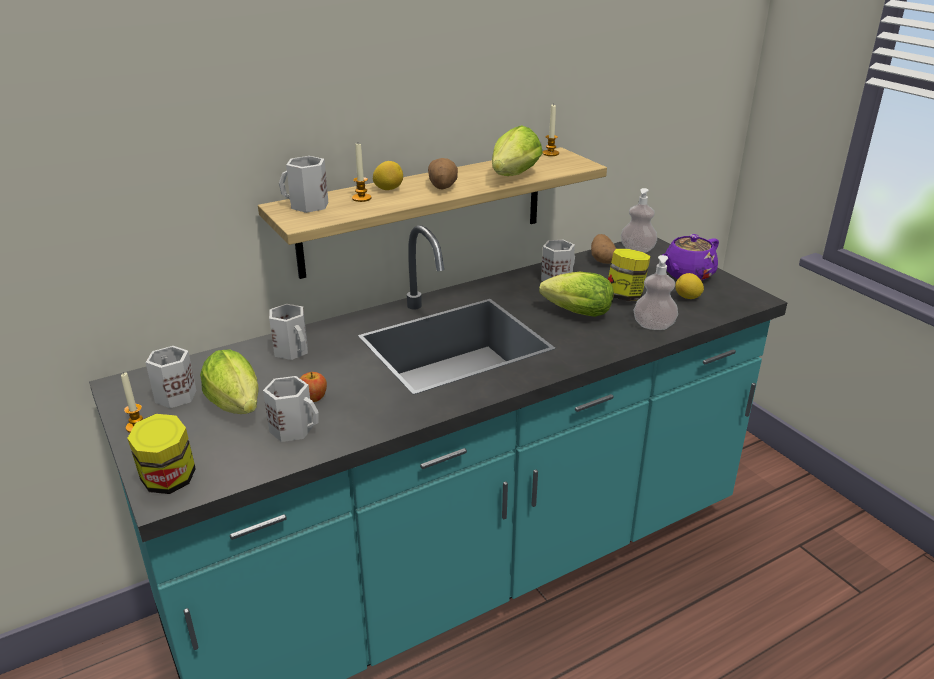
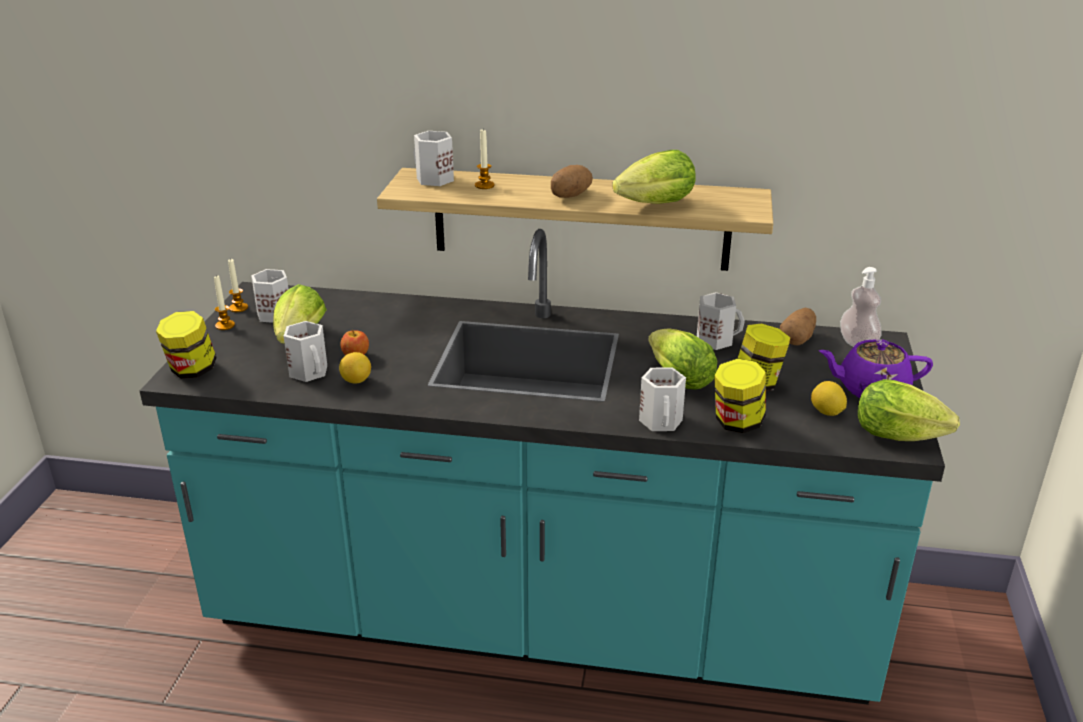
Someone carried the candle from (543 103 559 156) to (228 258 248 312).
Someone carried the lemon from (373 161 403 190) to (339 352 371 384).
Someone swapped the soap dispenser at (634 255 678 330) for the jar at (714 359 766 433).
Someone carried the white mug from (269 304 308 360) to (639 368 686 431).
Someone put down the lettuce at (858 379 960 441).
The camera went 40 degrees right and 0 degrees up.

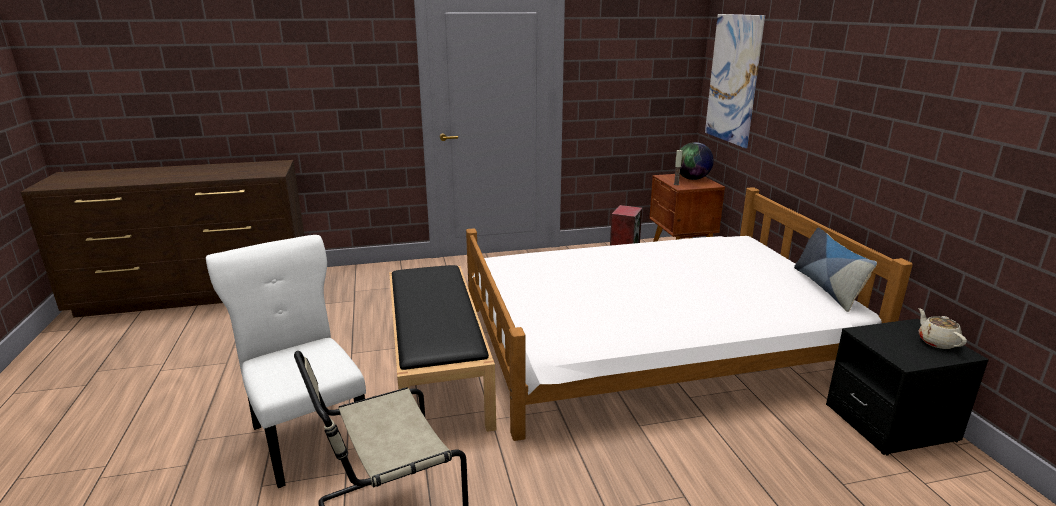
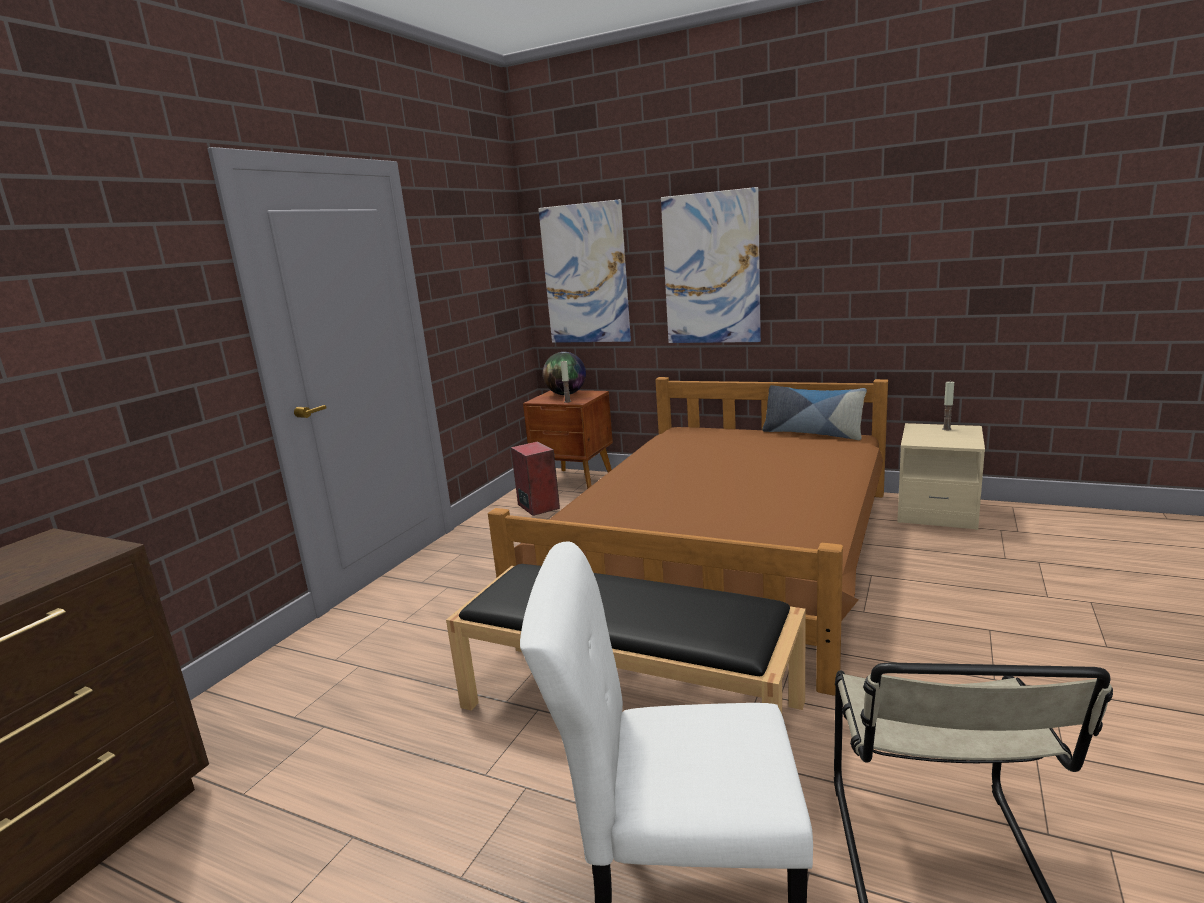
Someone repainted the white bed at (466 187 913 441), which became the brown bed at (488 377 888 696).
Someone swapped the beige teapot at (918 308 967 349) for the candle at (942 381 954 430).
Someone repainted the black nightstand at (826 319 989 456), which became the beige nightstand at (897 423 985 530).
Someone put up the picture at (661 187 761 343).
The camera went 50 degrees left and 5 degrees down.

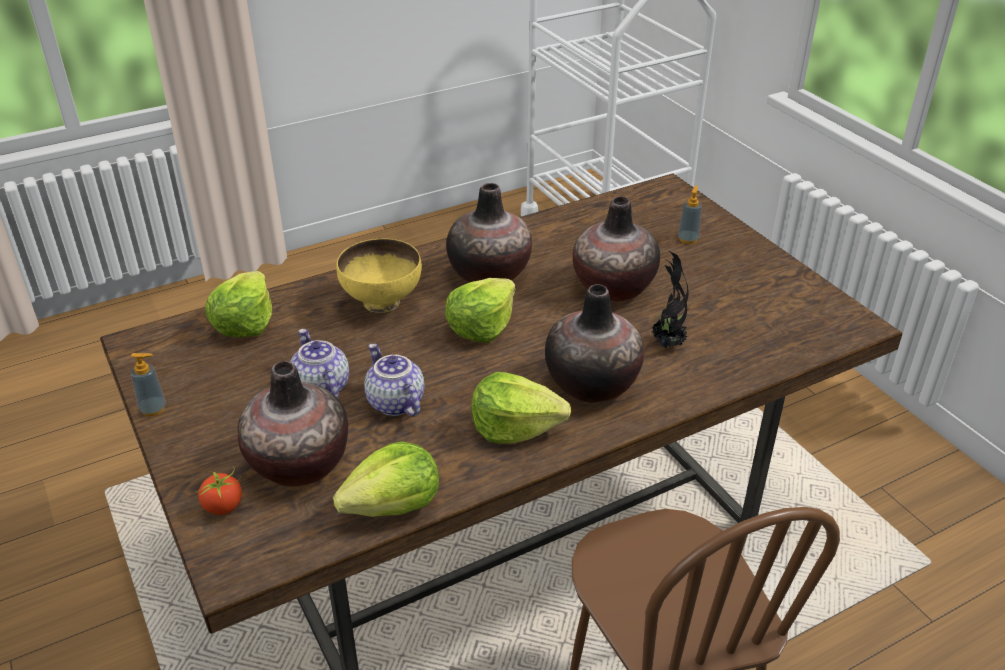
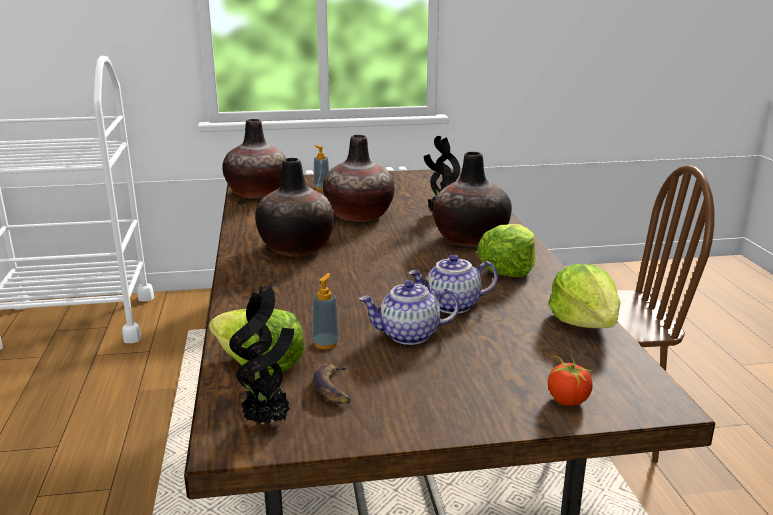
Someone took away the yellow bowl at (336 239 422 313).
Someone took away the lettuce at (445 278 515 343).
Someone carried the soap dispenser from (130 353 166 416) to (312 273 340 349).
Someone carried the vase from (238 361 348 487) to (222 119 286 199).
Someone put down the potted plant at (229 286 294 425).
Someone put down the banana at (313 364 351 404).
The camera went 70 degrees left and 15 degrees down.

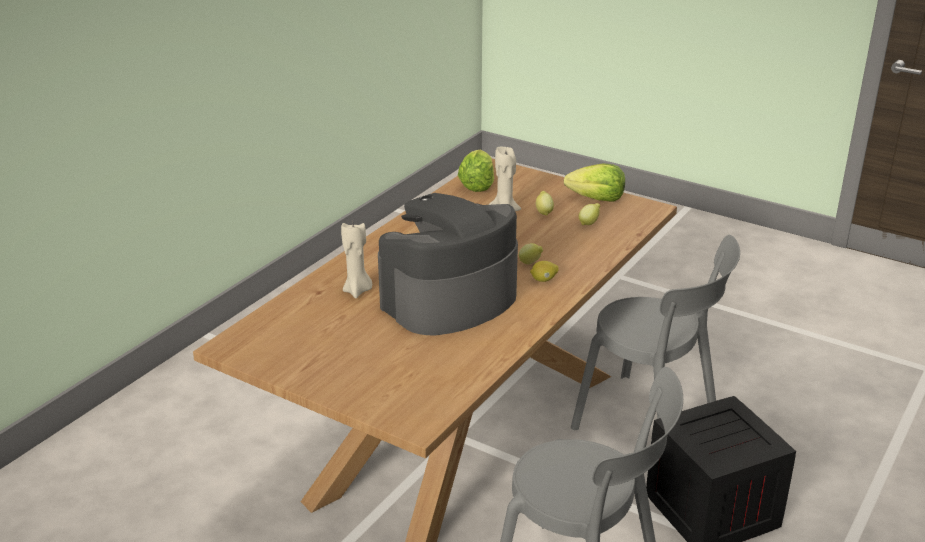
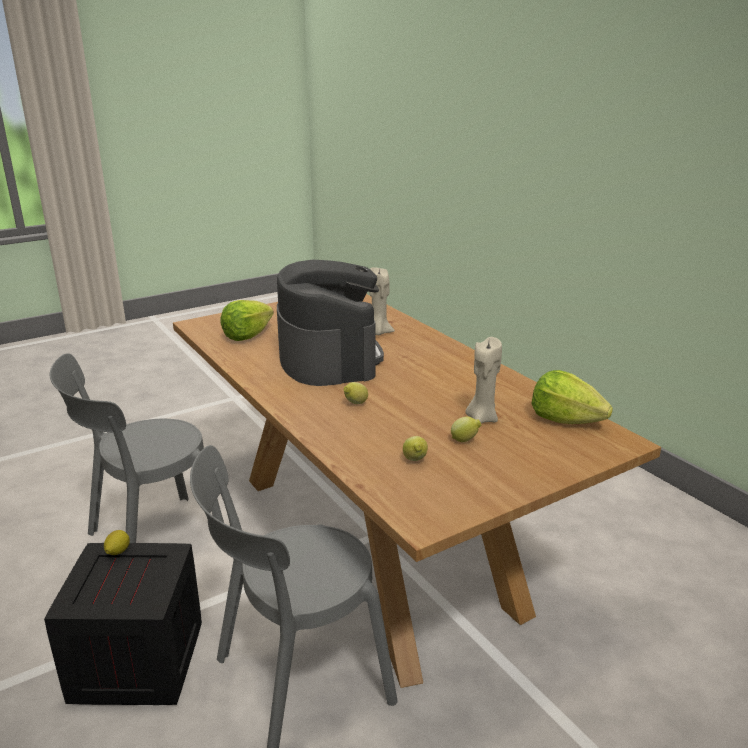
Someone carried the lettuce from (564 164 625 202) to (220 300 274 341).
Someone carried the lemon from (530 261 559 282) to (104 530 130 555).
The camera went 115 degrees right and 5 degrees down.

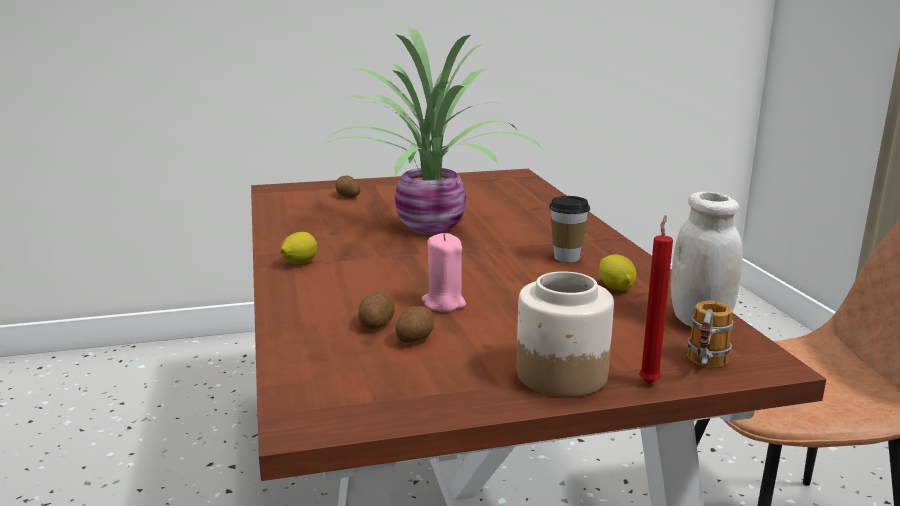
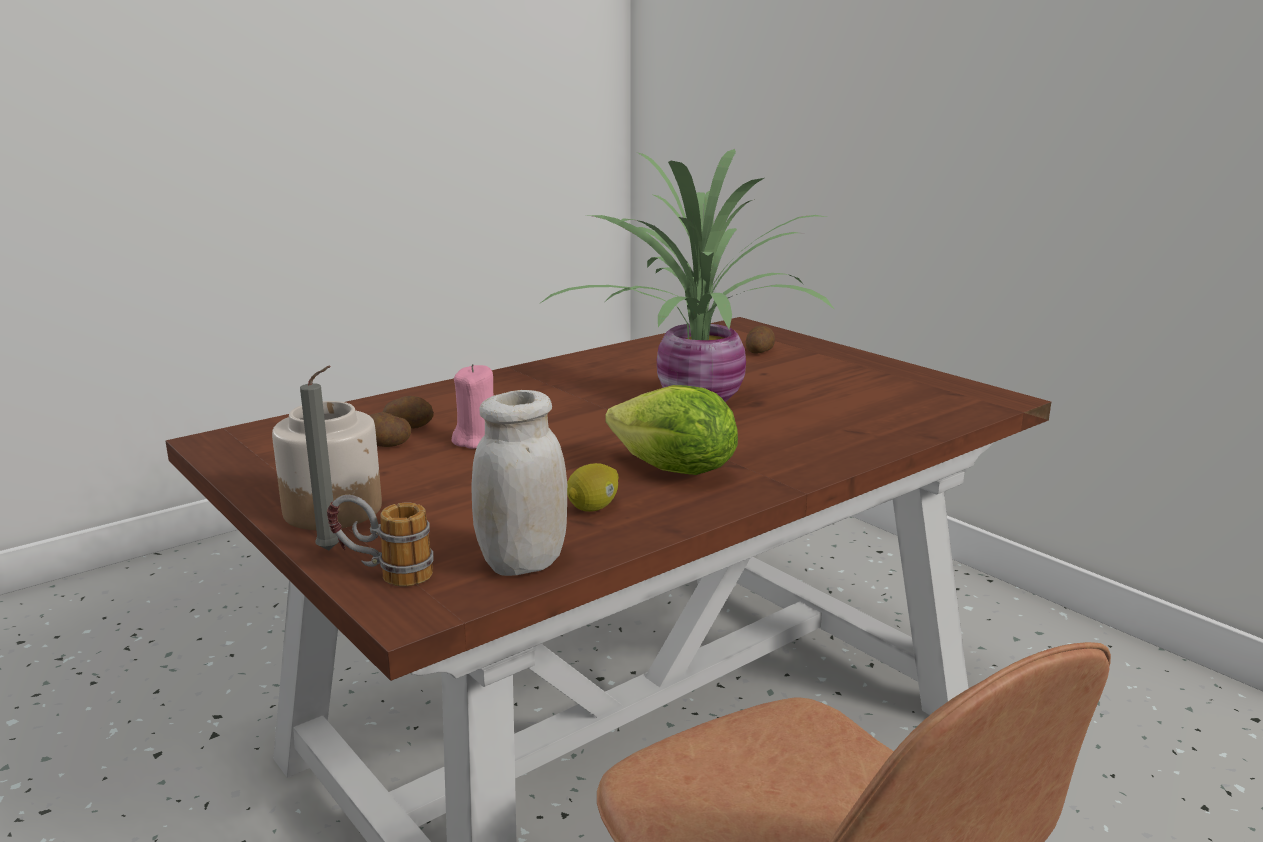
Someone swapped the cup at (549 196 590 262) for the lettuce at (605 385 738 475).
Someone repainted the red candle at (639 215 673 384), which became the grey candle at (300 366 339 550).
Someone took away the lemon at (280 232 317 264).
The camera went 65 degrees right and 0 degrees up.

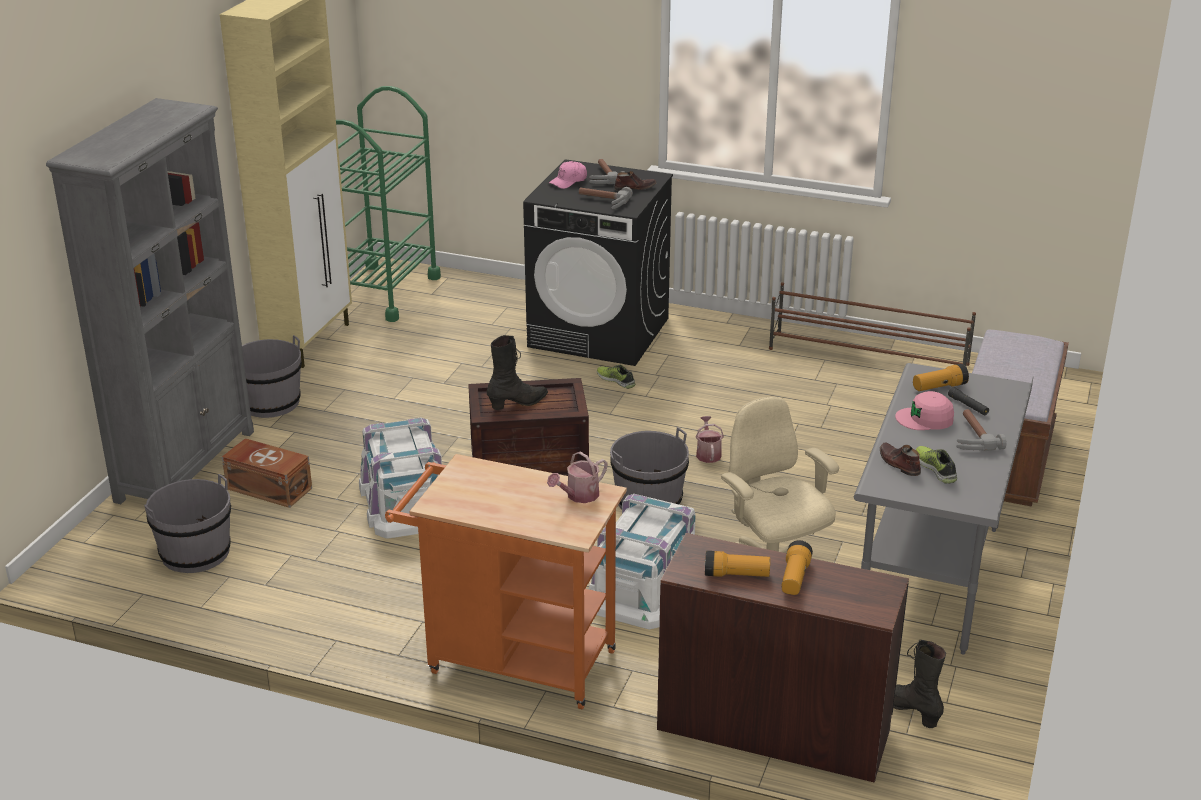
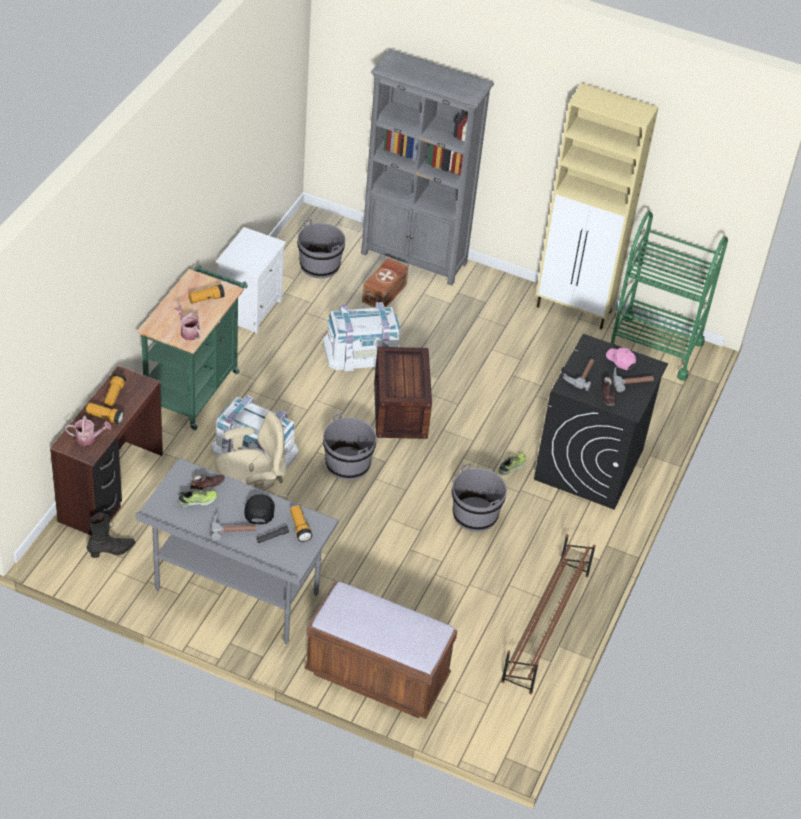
Someone carried the grey bucket from (242 335 302 418) to (452 463 507 532).
Someone took away the black boot at (487 335 548 410).
Someone repainted the pink cap at (895 391 954 430), which became the black cap at (244 494 275 524).
Someone carried the watering can from (696 416 724 463) to (65 415 111 446).
Someone repainted the orange cart at (385 454 627 709), which became the green cart at (137 265 248 430).
Someone put down the white nightstand at (216 227 286 334).
Someone put down the flashlight at (189 284 225 303).
The camera went 90 degrees right and 15 degrees up.

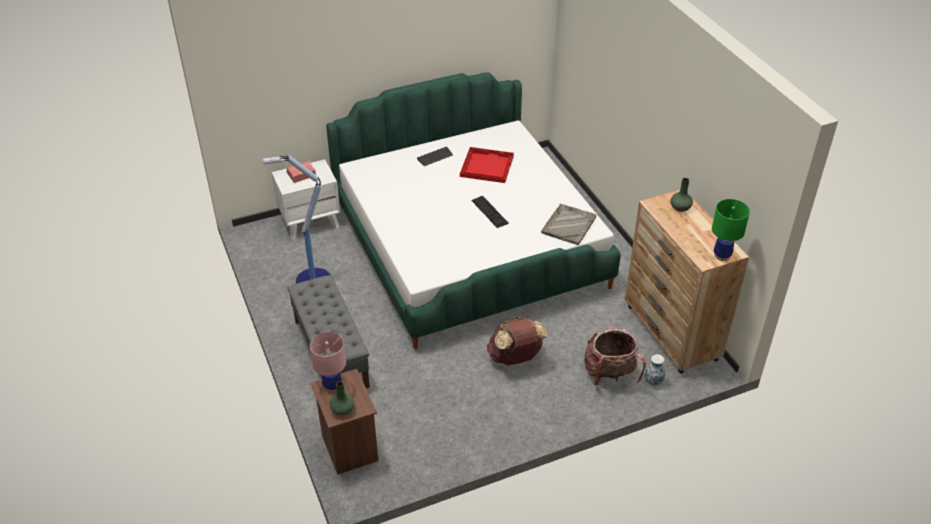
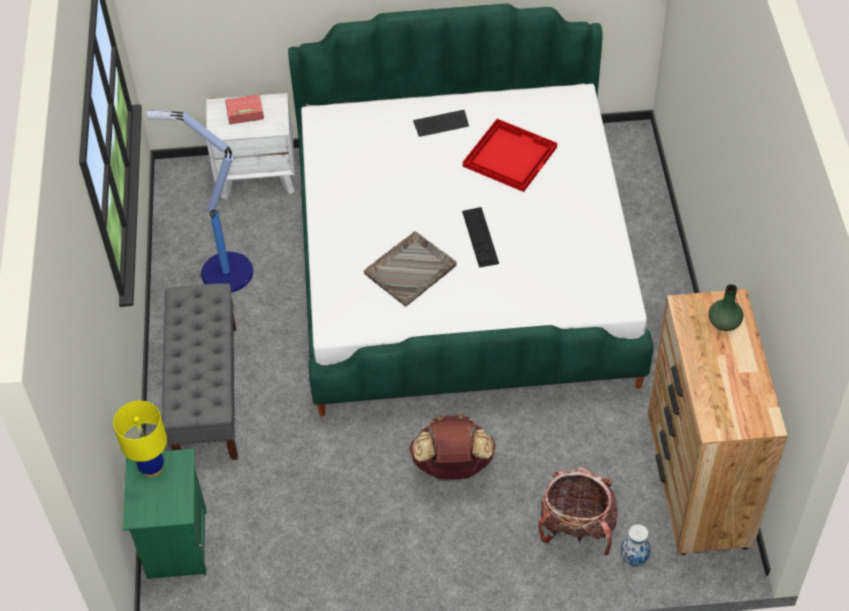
Someone took away the green table lamp at (712 199 750 261).
Someone carried the grey tray from (541 204 596 245) to (364 231 457 307).
Someone repainted the pink table lamp at (310 332 346 392), which became the yellow table lamp at (113 401 167 477).
Someone repainted the brown nightstand at (311 369 378 475), which became the green nightstand at (123 449 207 579).
Someone took away the green vase at (330 381 355 416).
The camera went 20 degrees right and 10 degrees up.

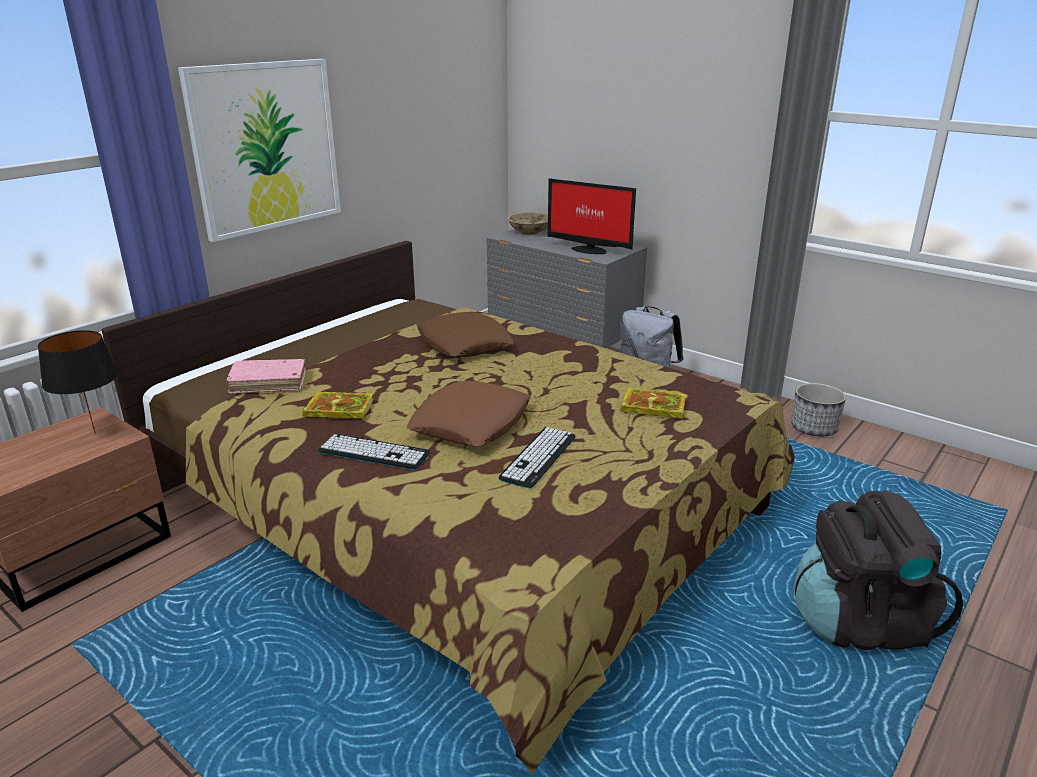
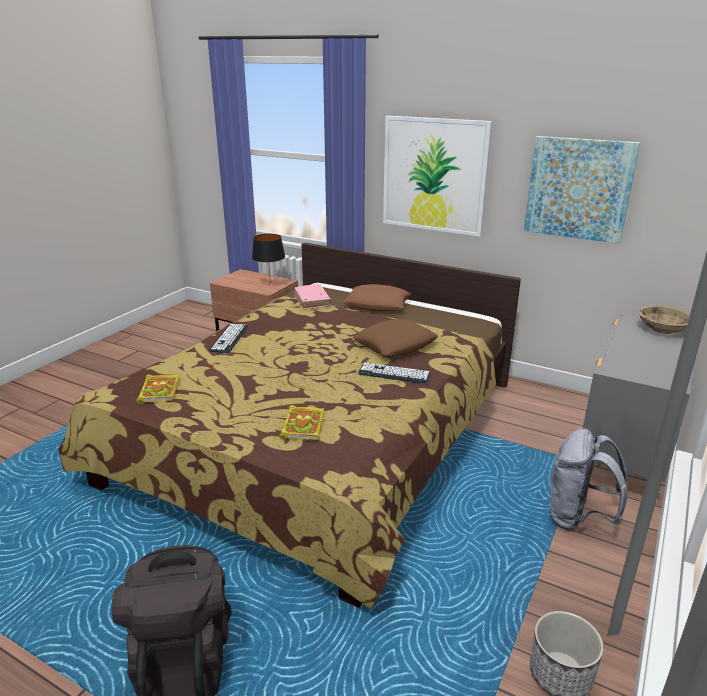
Someone took away the monitor at (548 178 636 254).
Someone carried the brown pillow from (407 381 531 446) to (342 284 411 312).
Someone carried the book from (302 392 374 420) to (136 374 179 404).
Someone carried the keyboard from (498 427 575 489) to (358 363 431 384).
Someone put up the picture at (524 136 640 244).
The camera went 80 degrees right and 0 degrees up.

